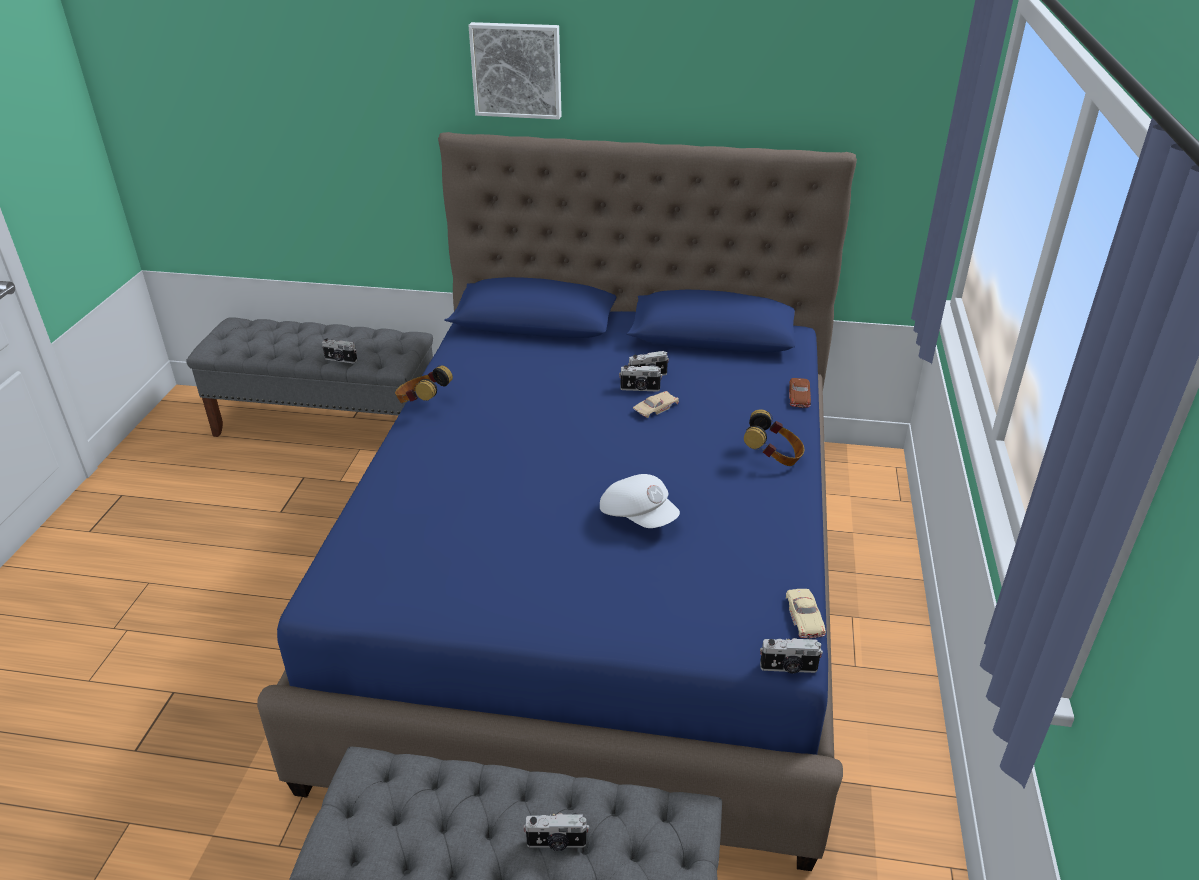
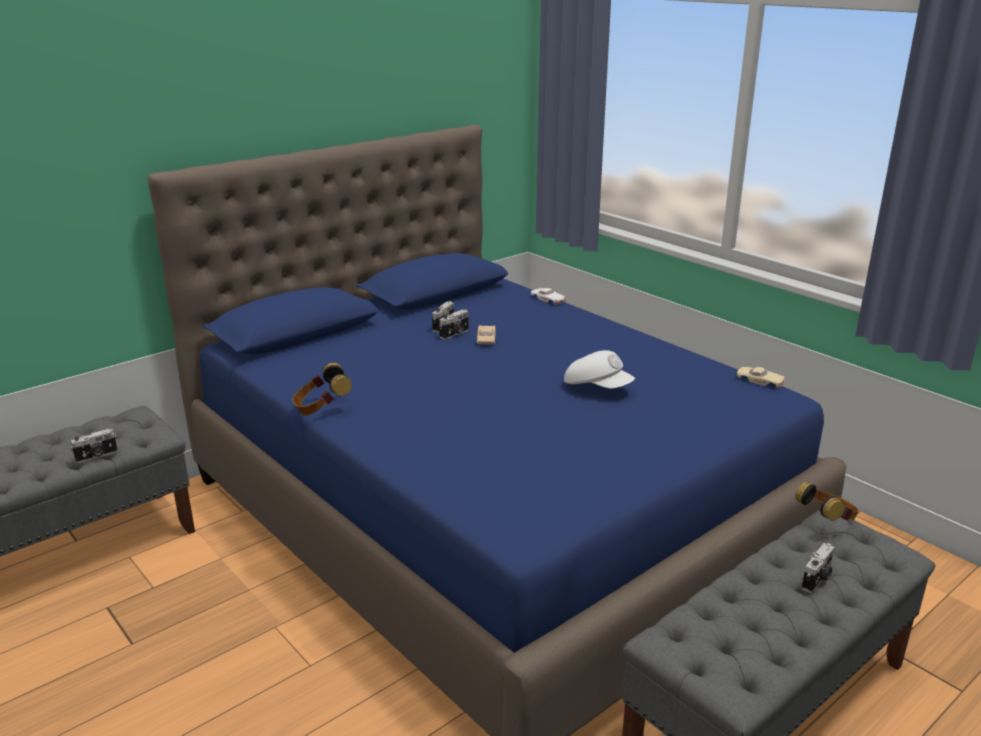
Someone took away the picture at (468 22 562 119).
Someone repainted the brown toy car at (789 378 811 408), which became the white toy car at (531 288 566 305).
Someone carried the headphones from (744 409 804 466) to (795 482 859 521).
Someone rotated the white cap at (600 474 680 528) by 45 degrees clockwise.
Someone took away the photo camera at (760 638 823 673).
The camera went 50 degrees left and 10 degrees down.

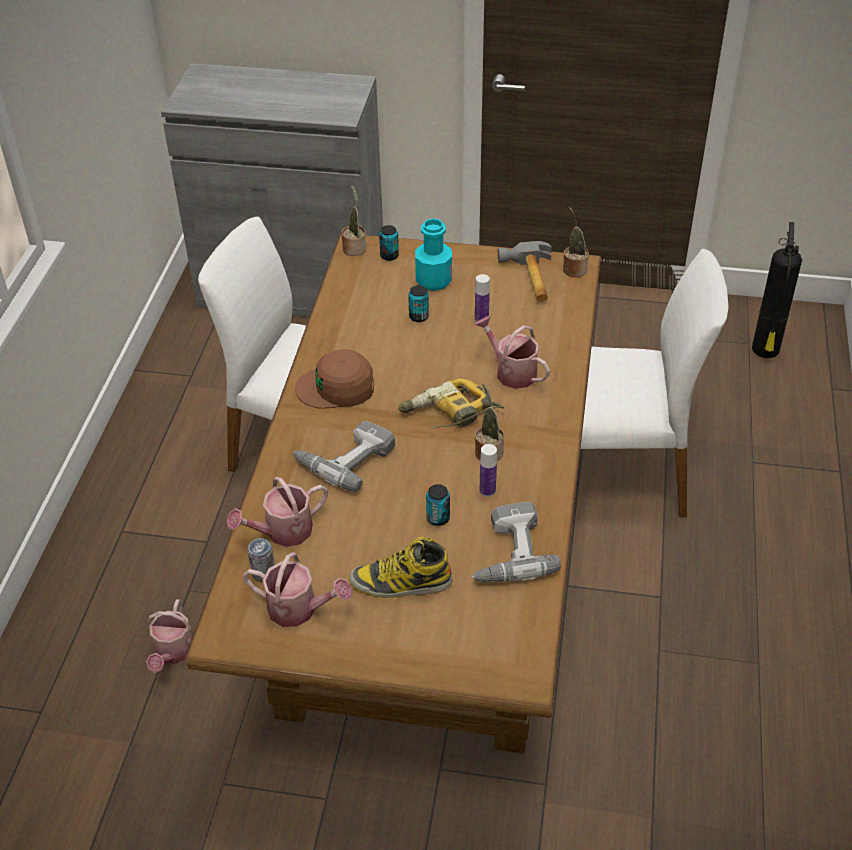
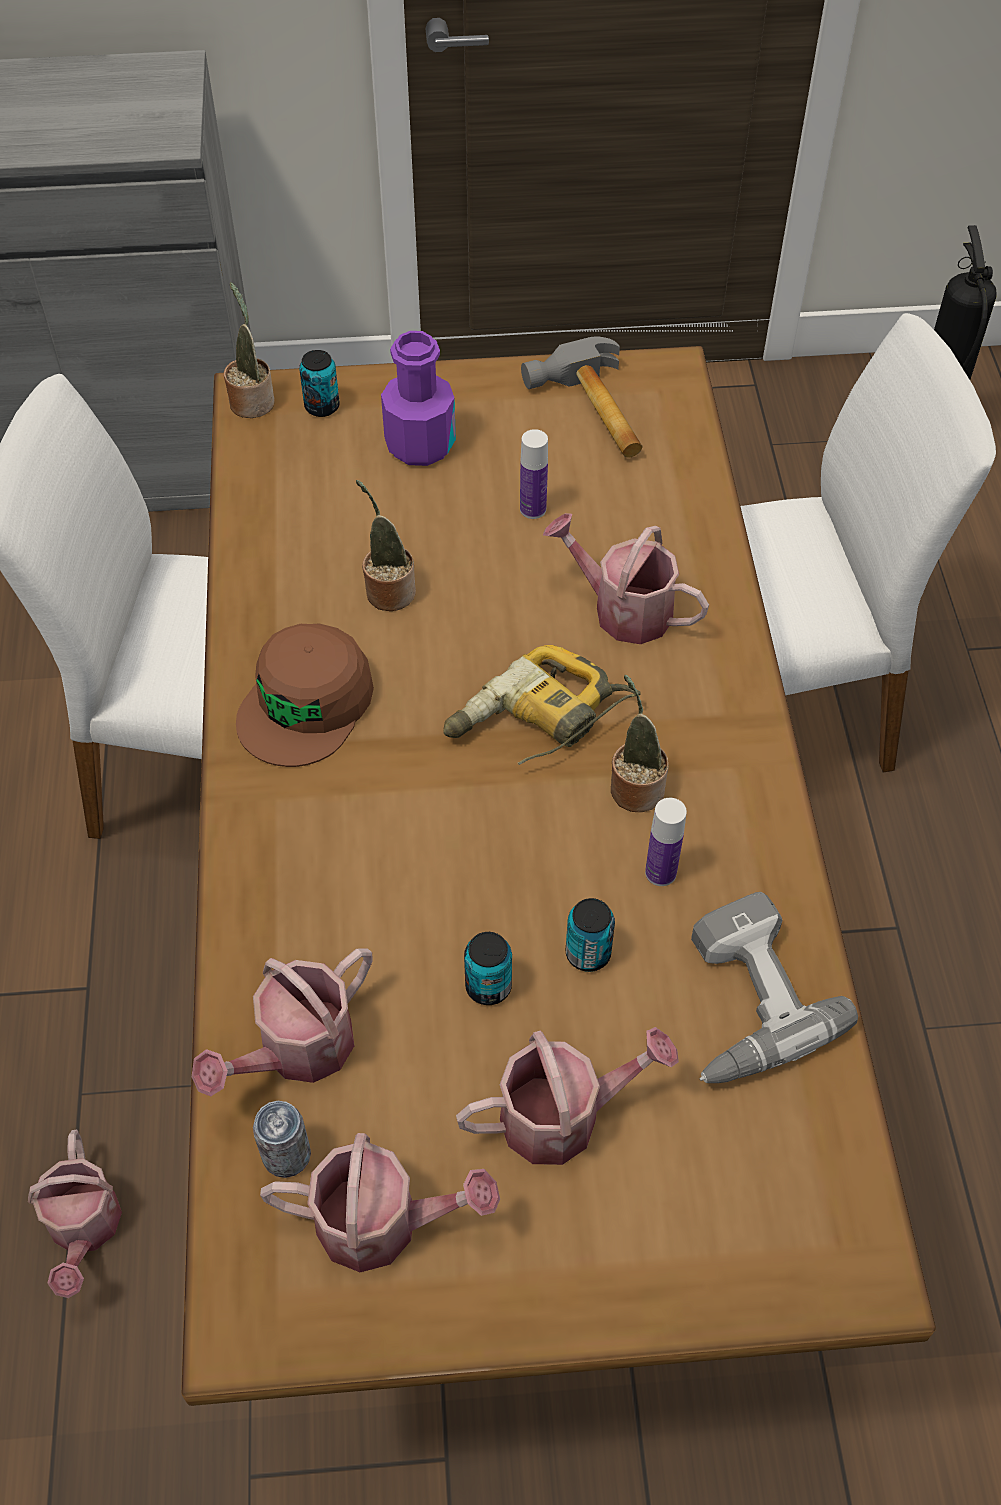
Someone carried the potted plant from (563 207 589 277) to (356 480 416 611).
Someone repainted the turquoise bottle at (415 218 452 291), which became the purple bottle at (381 331 456 466).
Someone carried the can from (408 285 429 322) to (464 932 512 1005).
Someone rotated the brown cap at (295 349 374 409) by 45 degrees counterclockwise.
Someone took away the power drill at (293 420 395 492).
Someone swapped the boot at (349 537 452 598) for the watering can at (456 1027 679 1165).
The camera went 15 degrees left and 10 degrees up.

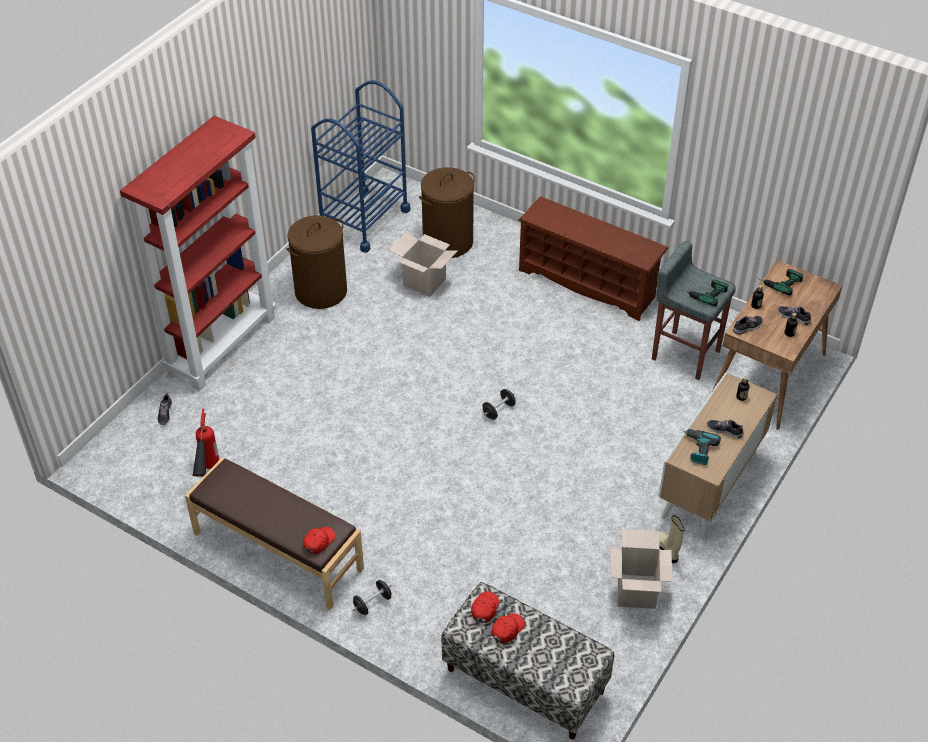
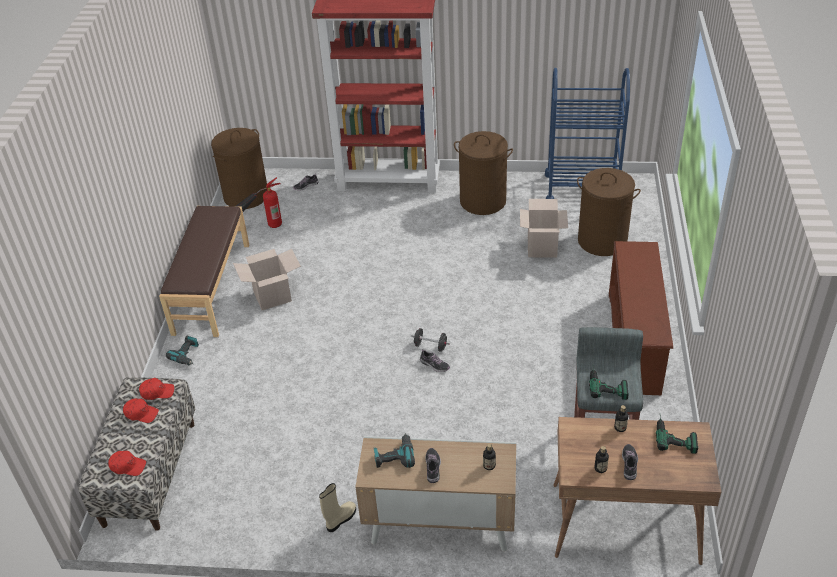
Someone carried the shoe from (733 316 763 335) to (420 349 450 372).
Someone carried the red cap from (303 527 336 554) to (108 451 146 476).
Someone carried the cardboard box from (610 529 672 609) to (233 249 301 310).
Someone swapped the black dumbbell at (353 580 391 615) for the power drill at (166 336 199 365).
Someone put down the brown laundry basket at (211 128 267 209).
The camera went 65 degrees right and 5 degrees down.

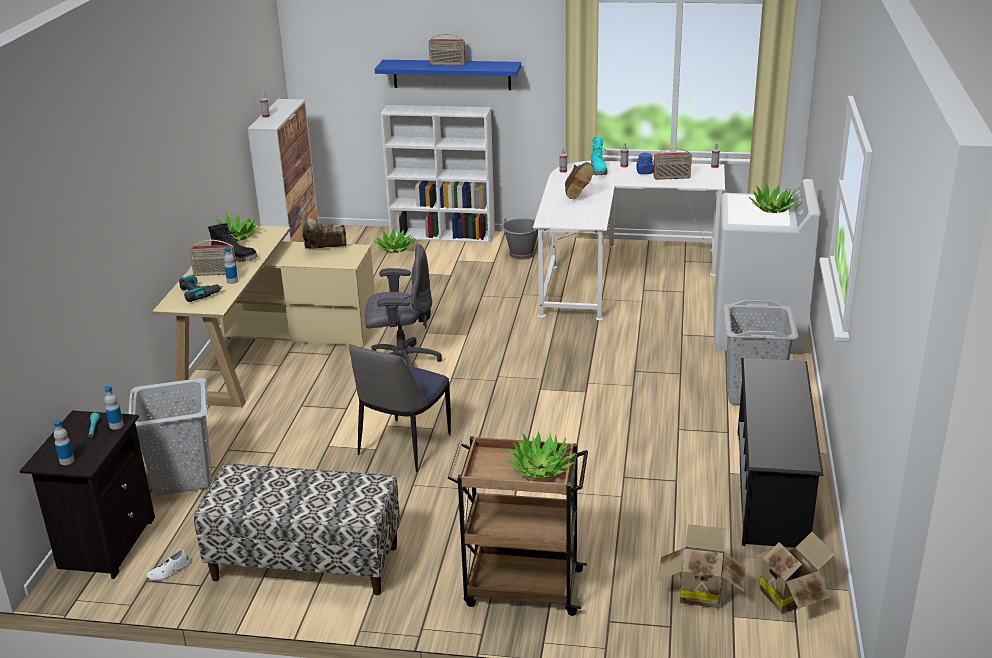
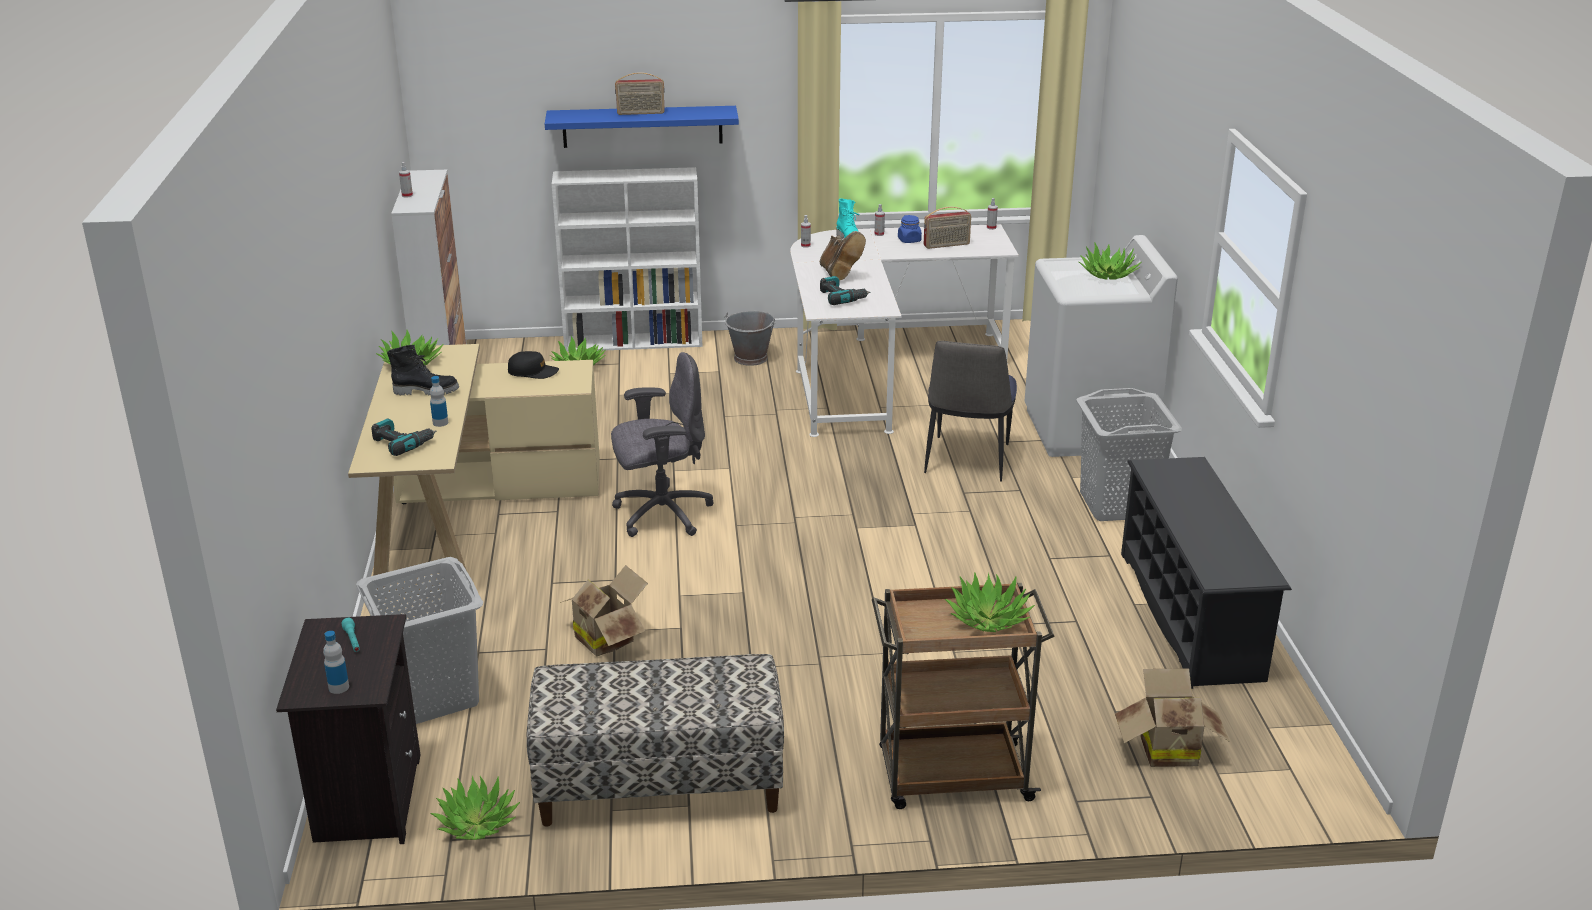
Someone swapped the brown boot at (302 218 346 249) for the black cap at (508 351 559 379).
Someone took away the radio at (189 240 237 276).
Someone carried the chair from (349 344 451 472) to (924 341 1017 482).
Someone took away the bottle at (104 386 124 430).
Someone carried the cardboard box from (749 532 835 613) to (560 565 648 657).
Someone swapped the white shoe at (146 549 190 581) for the potted plant at (430 776 520 840).
Someone put down the power drill at (820 276 870 305).
The camera went 15 degrees left and 0 degrees up.

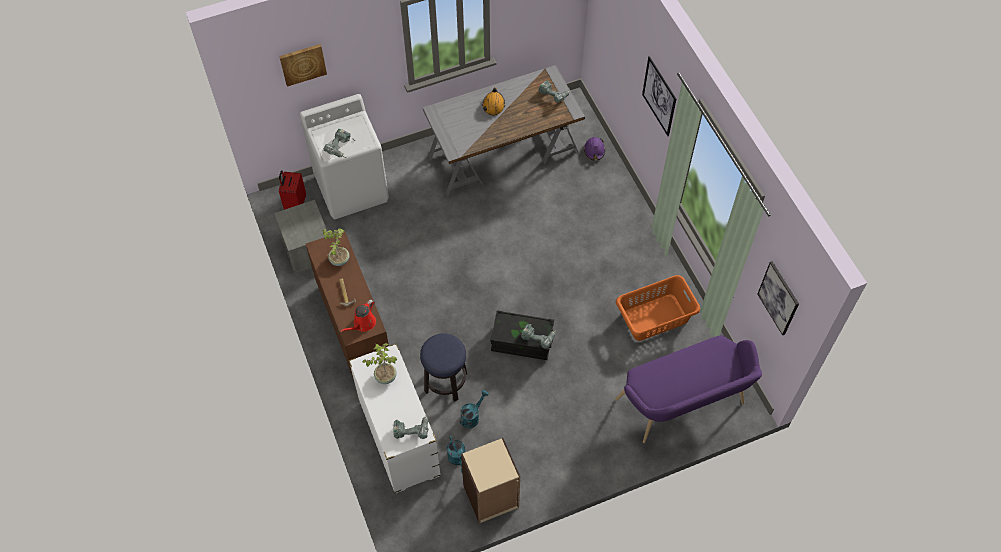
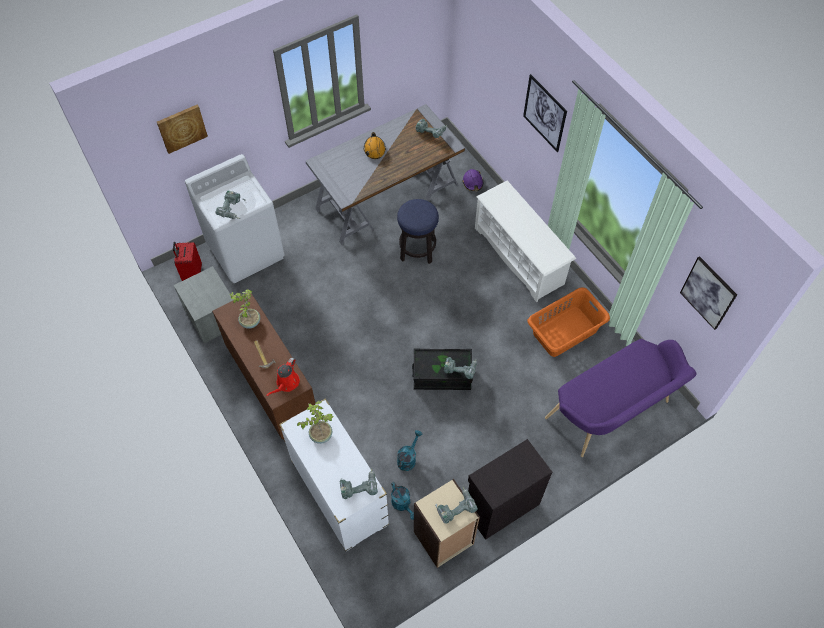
Someone carried the stool from (420 333 467 402) to (397 199 439 264).
Someone put down the white shoe rack at (475 181 576 302).
Someone put down the black cabinet at (468 439 552 540).
Someone put down the power drill at (435 486 478 523).
The camera went 10 degrees left and 0 degrees up.

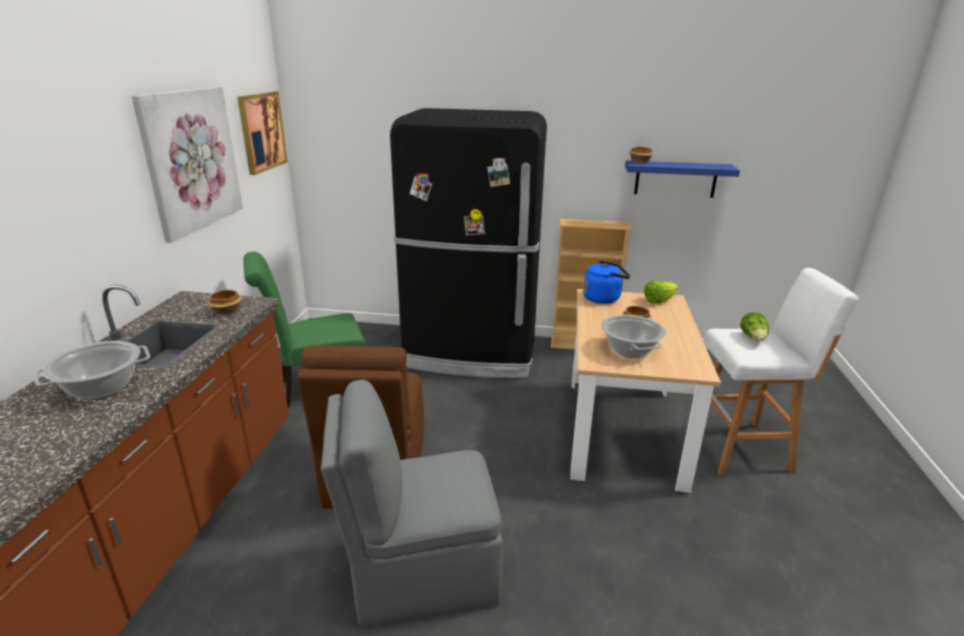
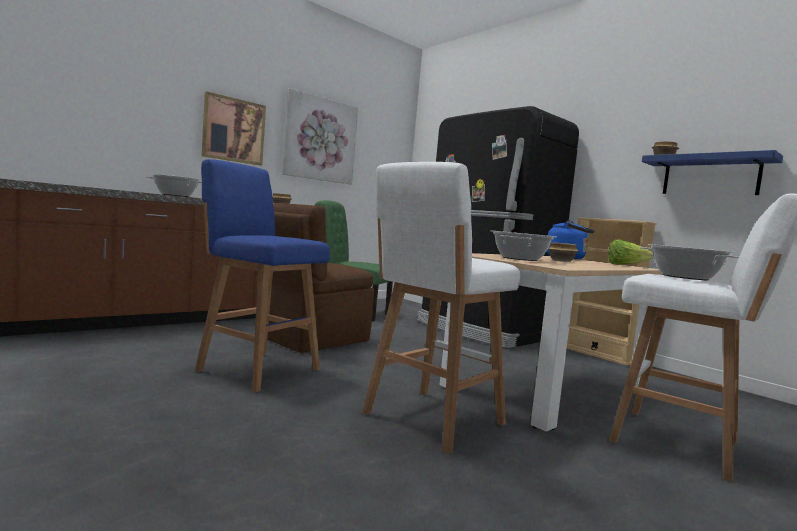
Someone carried the picture from (237 92 288 175) to (202 91 266 165).
Someone swapped the lettuce at (740 312 769 341) for the cooking pot at (640 244 740 280).
Someone swapped the grey chair at (321 379 503 626) for the blue stool at (195 159 330 392).
Someone put down the white stool at (362 162 520 454).
The camera went 40 degrees right and 20 degrees down.

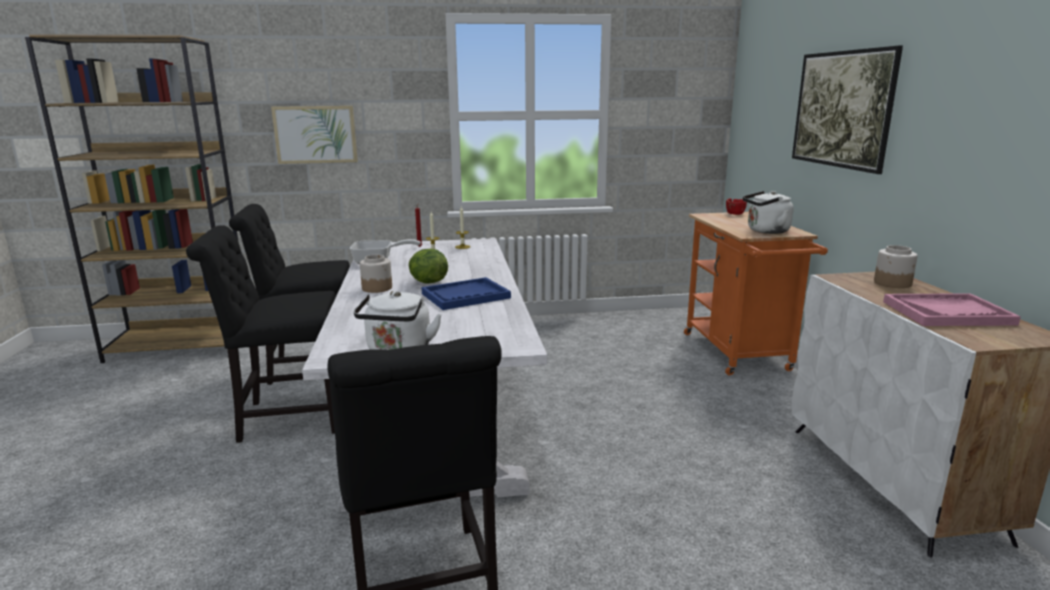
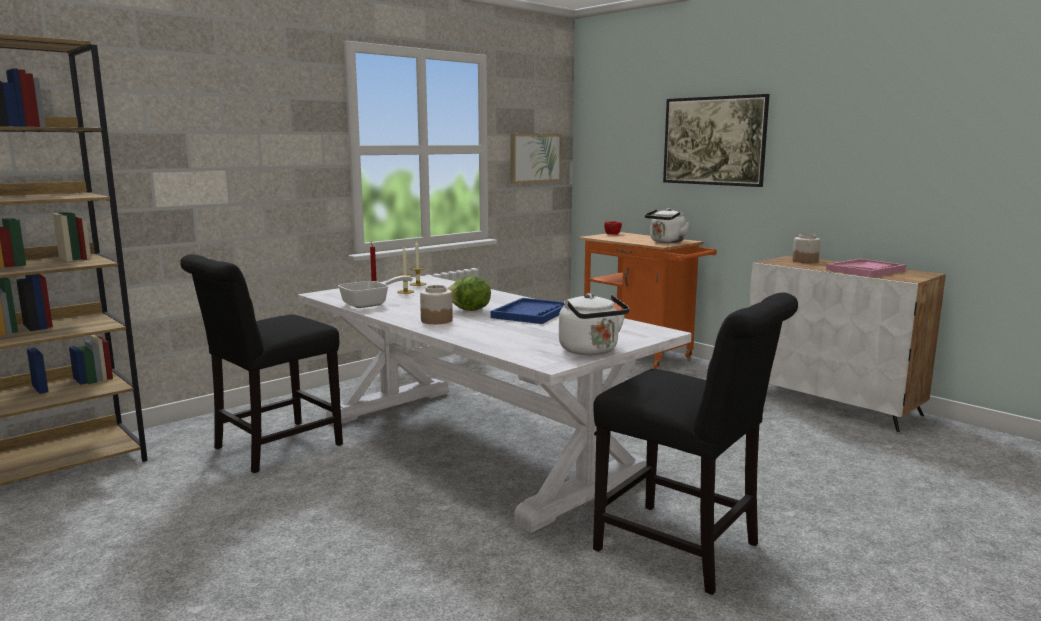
Someone carried the picture from (271 106 358 164) to (510 133 562 184).
Someone took away the black chair at (186 225 336 443).
The camera went 35 degrees left and 5 degrees down.

